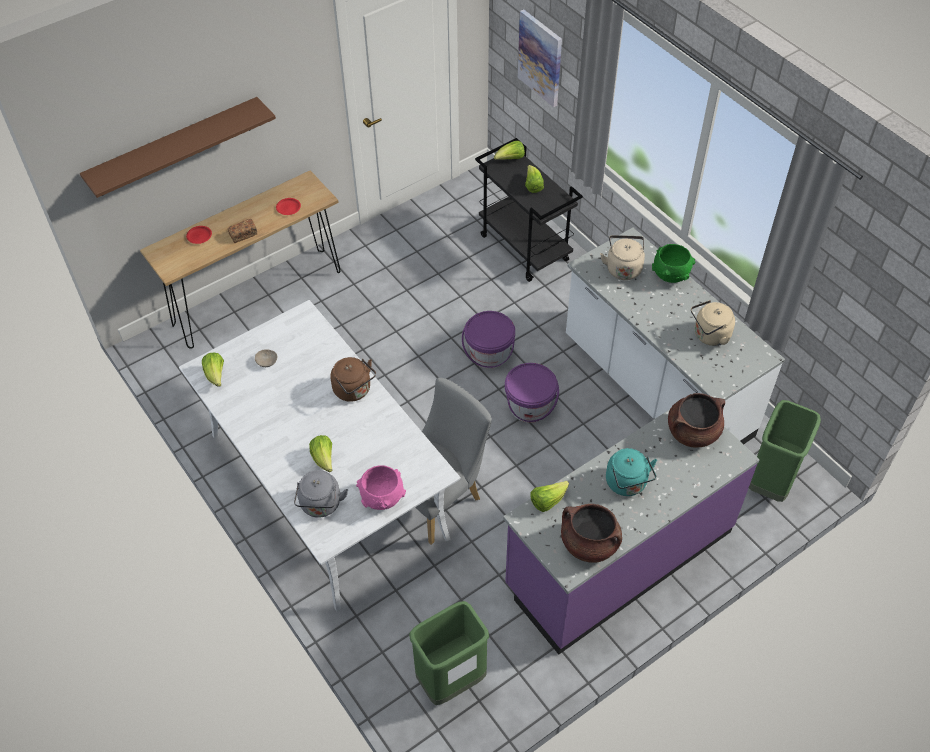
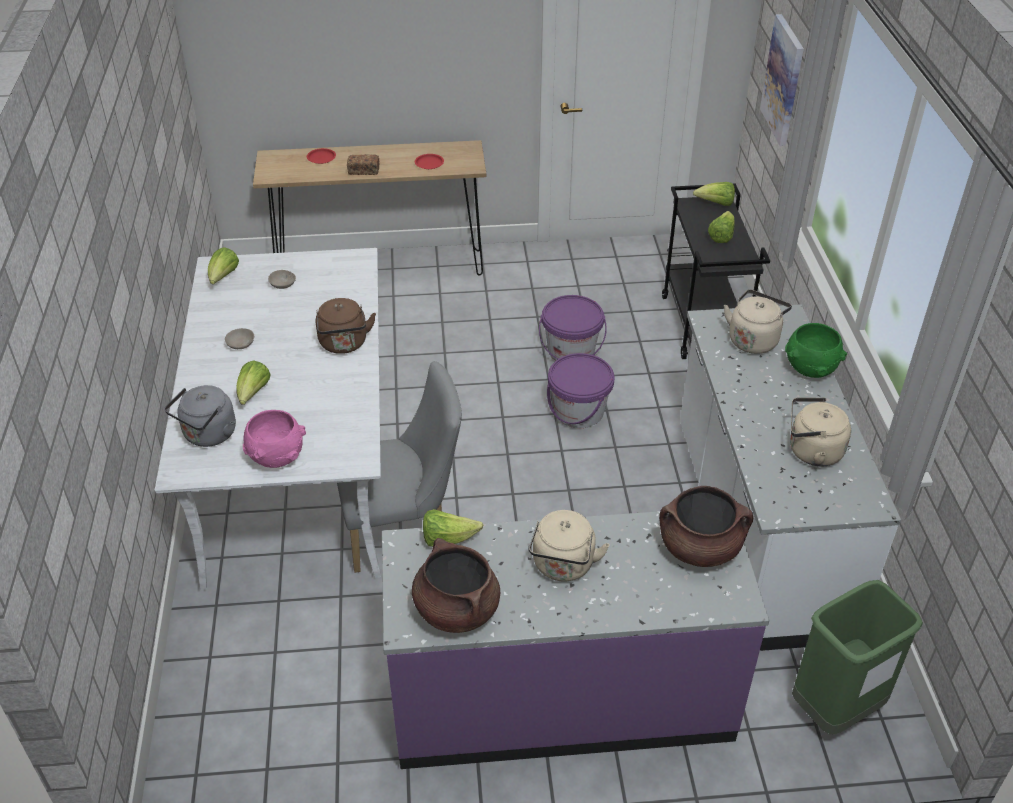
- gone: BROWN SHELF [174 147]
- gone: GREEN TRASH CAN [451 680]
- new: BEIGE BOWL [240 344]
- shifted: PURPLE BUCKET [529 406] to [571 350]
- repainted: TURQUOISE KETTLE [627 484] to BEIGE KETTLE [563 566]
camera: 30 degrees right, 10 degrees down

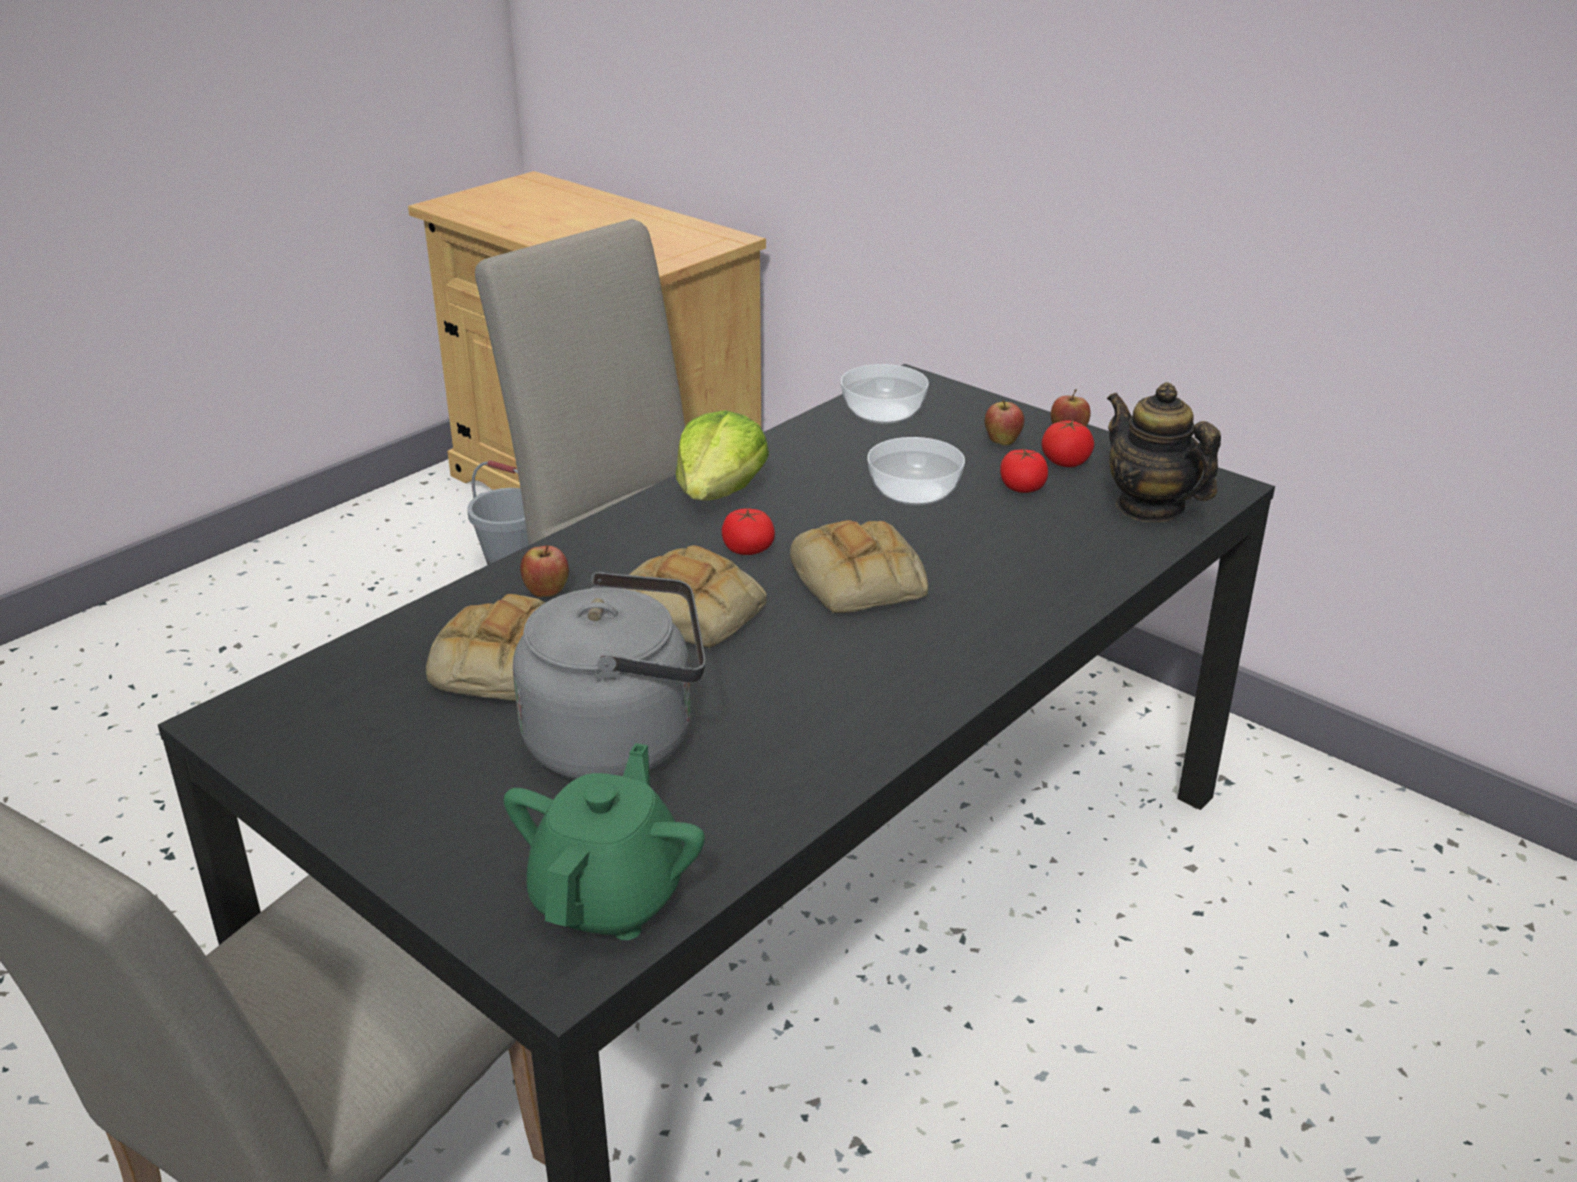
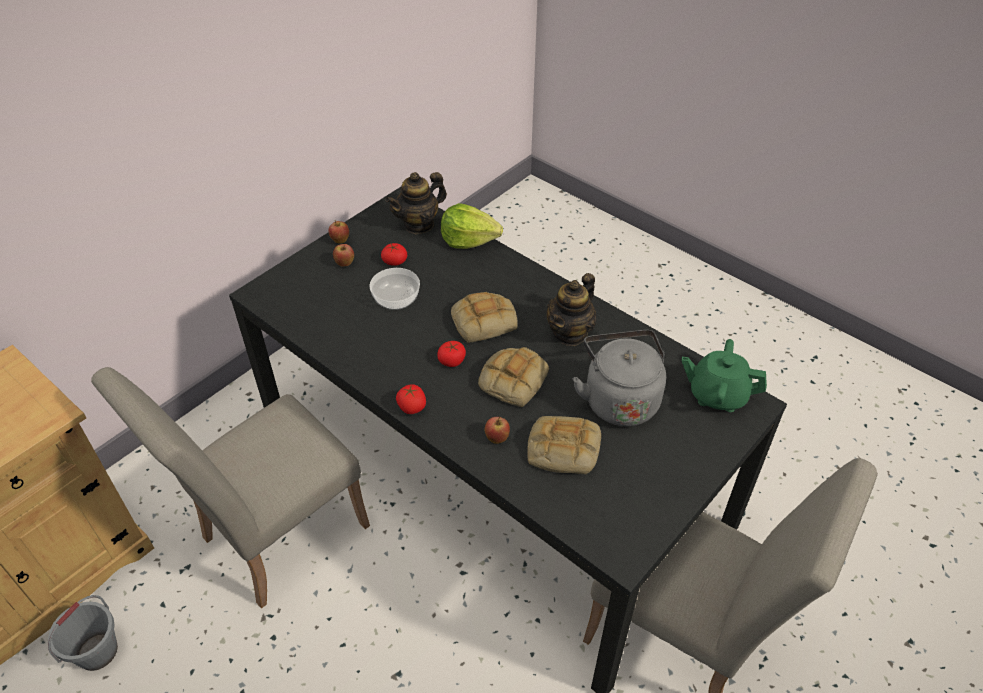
- gone: BOWL [883 412]
- new: TEAPOT [570 333]
- shifted: LETTUCE [719 492] to [468 239]
- shifted: TOMATO [1065 462] to [412 407]
camera: 90 degrees left, 15 degrees up

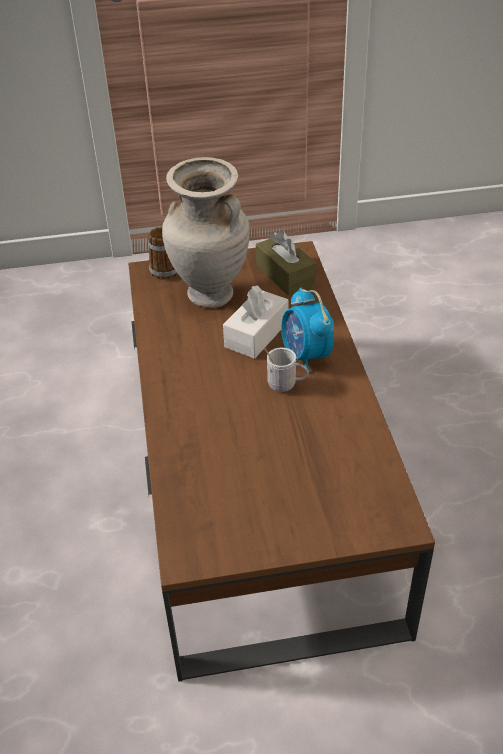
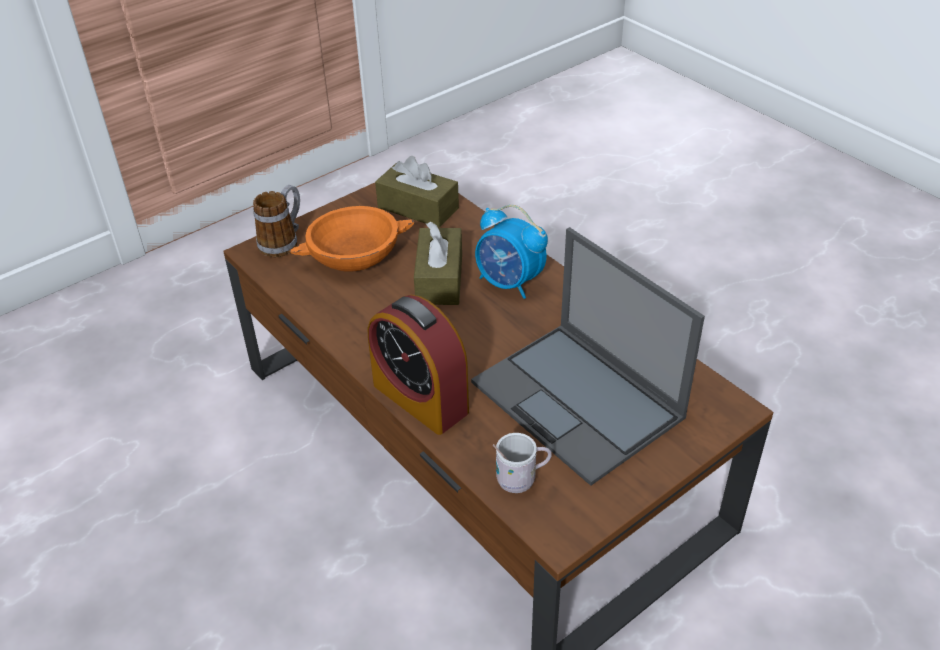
- new: ALARM CLOCK [420 398]
- new: LAPTOP [579 401]
- shifted: WHITE MUG [286 385] to [521 479]
- swapped: BEIGE VASE [210 297] to ORANGE BOWL [354 257]
- repainted: WHITE TISSUE BOX [256 334] to BROWN TISSUE BOX [439 279]
camera: 30 degrees left, 0 degrees up

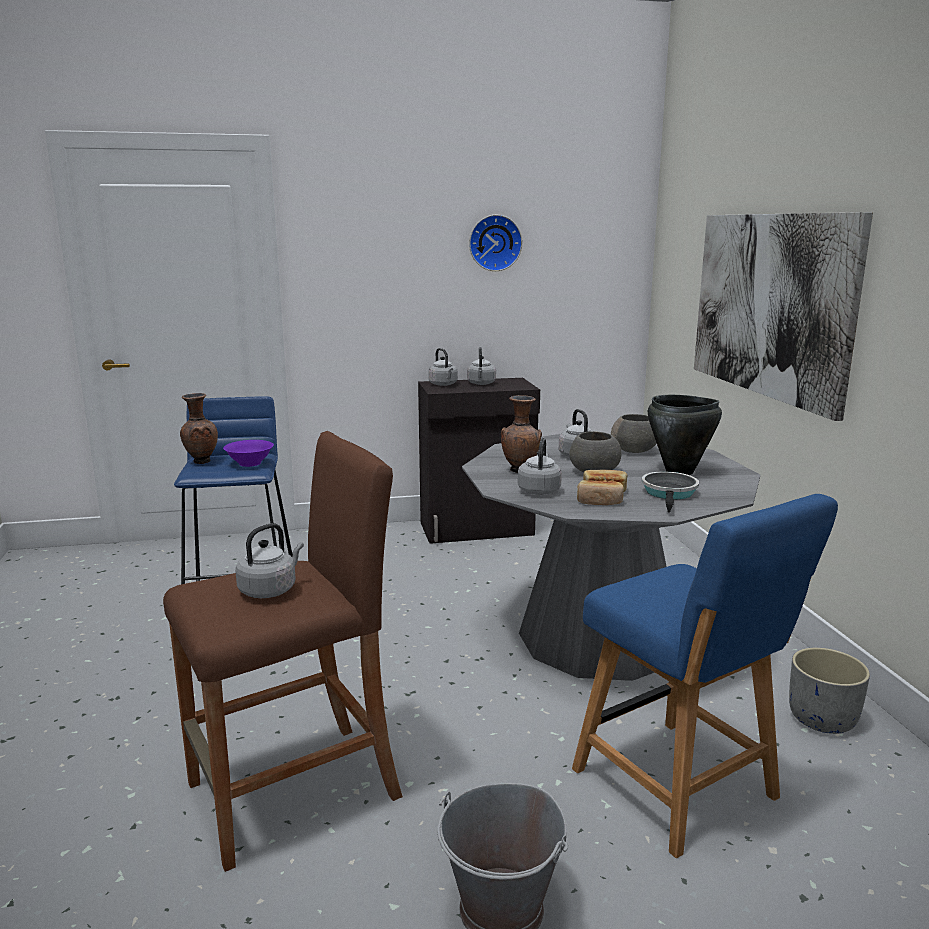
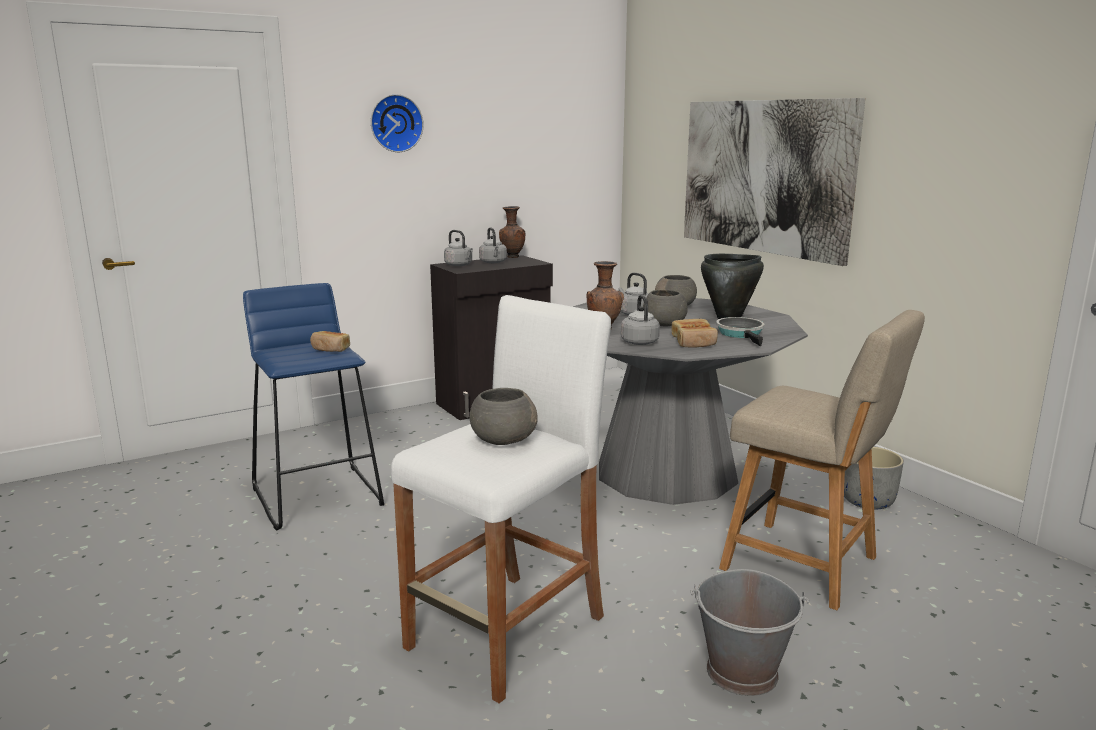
- shifted: BROWN VASE [201 462] to [512 257]
- shifted: WALL CLOCK [494 243] to [395 123]
- swapped: PURPLE BOWL [249 463] to BREAD [330 349]
- swapped: GREY KETTLE [270 590] to GREY BOWL [502 440]
- repainted: BROWN STOOL [294 792] to WHITE STOOL [507 633]
- repainted: BLUE CHAIR [681 789] to BEIGE CHAIR [807 565]
camera: 20 degrees left, 0 degrees up

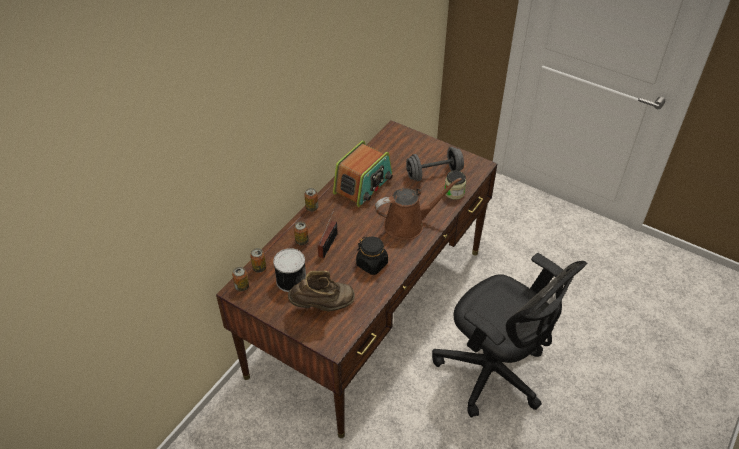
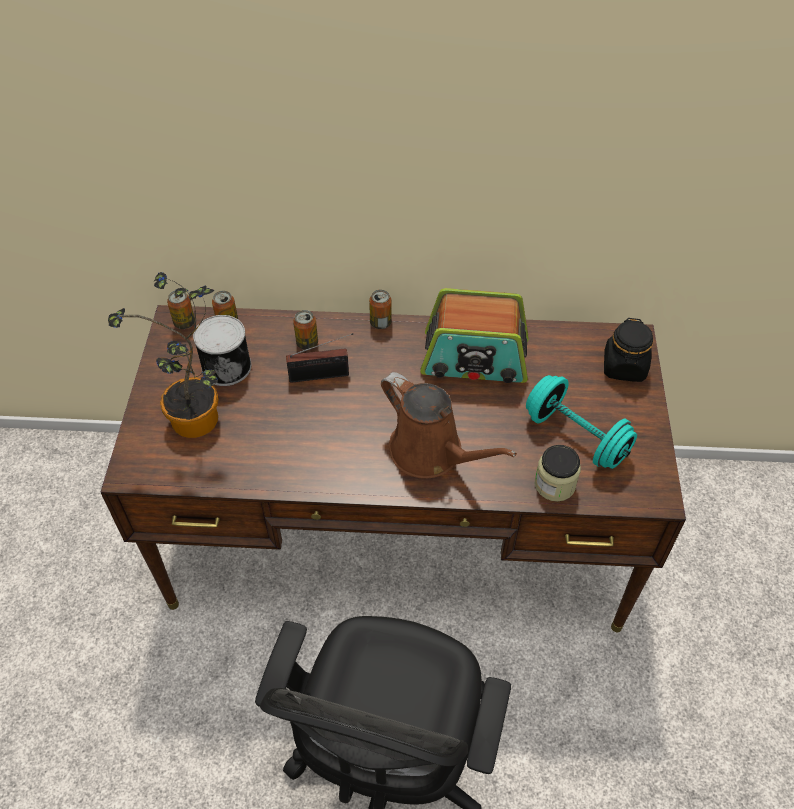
- shifted: BLACK JAR [372 264] to [624 367]
- swapped: BROWN BOOT [323 306] to POTTED PLANT [198 425]
- repainted: GREY DUMBBELL [434 174] to TURQUOISE DUMBBELL [576 437]
camera: 60 degrees right, 5 degrees up

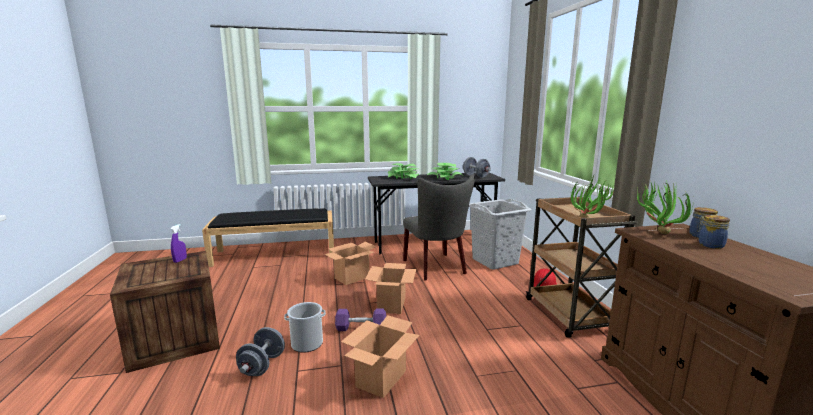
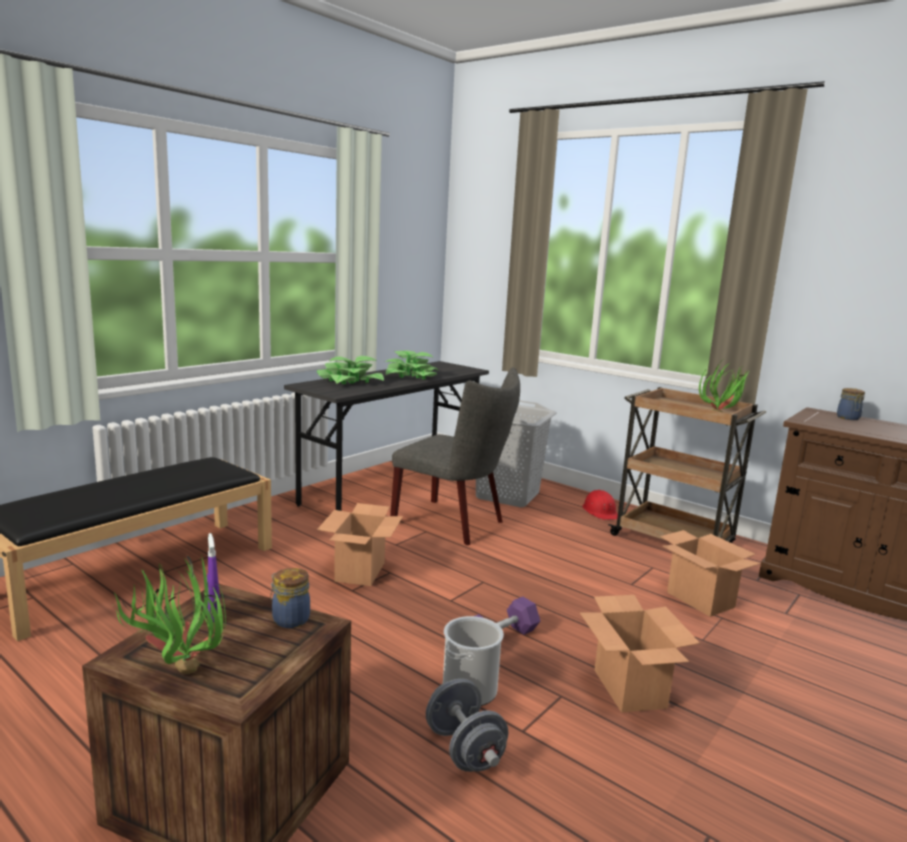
- gone: GREY DUMBBELL [475 176]
- shifted: CARDBOARD BOX [391 304] to [699 599]
- shifted: POTTED PLANT [657 232] to [177 669]
- shifted: JAR [709 245] to [289 619]
camera: 40 degrees left, 0 degrees up

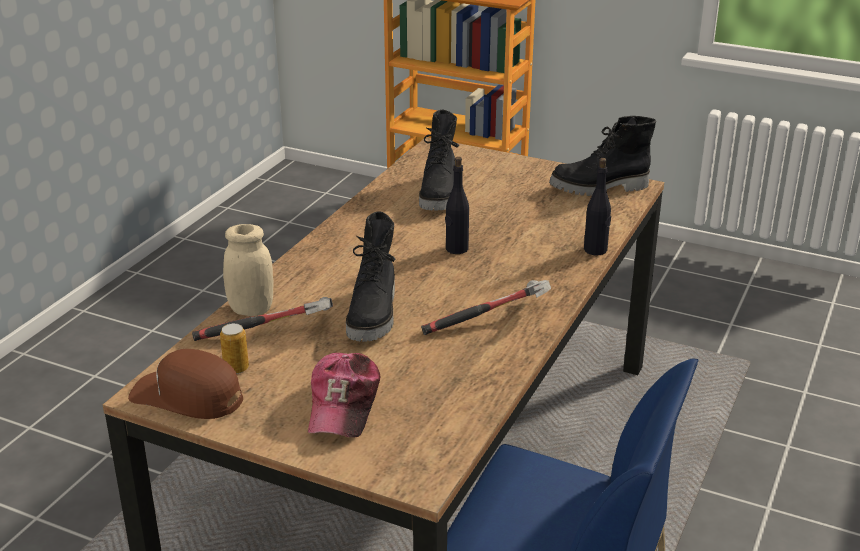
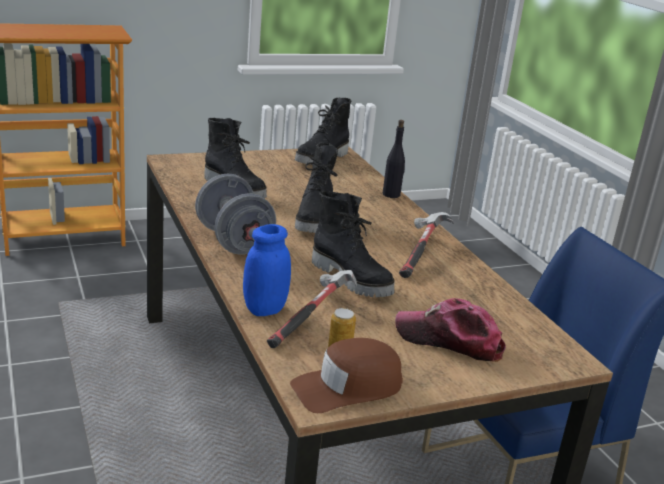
- new: GREY DUMBBELL [233 241]
- swapped: BLACK BOTTLE [456 249] to BLACK BOOT [316 220]
- repainted: BEIGE JAR [251 309] to BLUE JAR [265 309]
- rotated: CAP [344 405] = [449 340] 150 degrees clockwise
camera: 50 degrees left, 5 degrees down

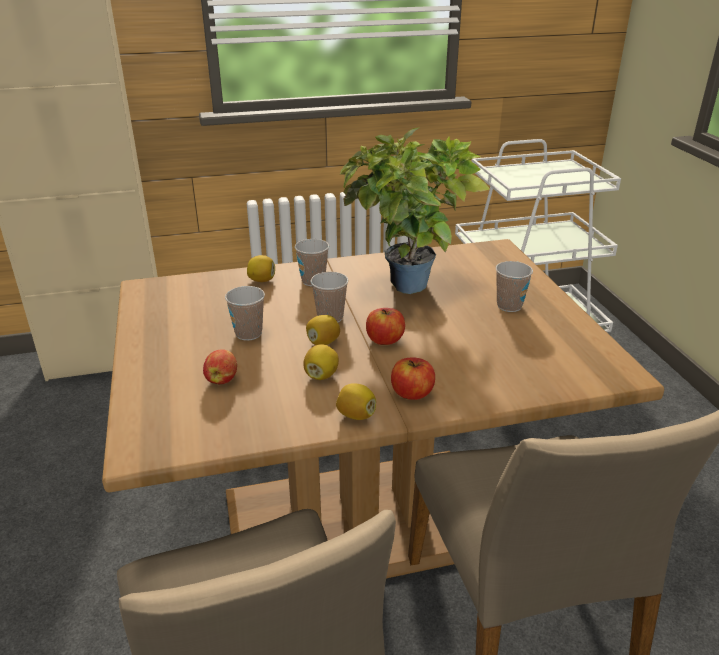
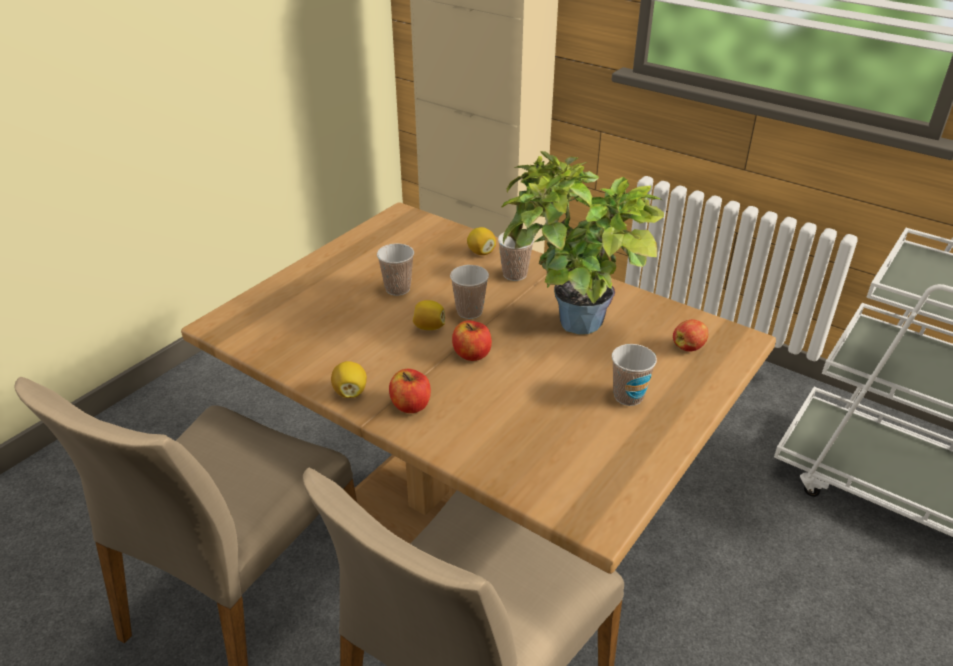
- gone: LEMON [321 375]
- shifted: APPLE [222 379] to [689 347]
camera: 50 degrees right, 5 degrees up

